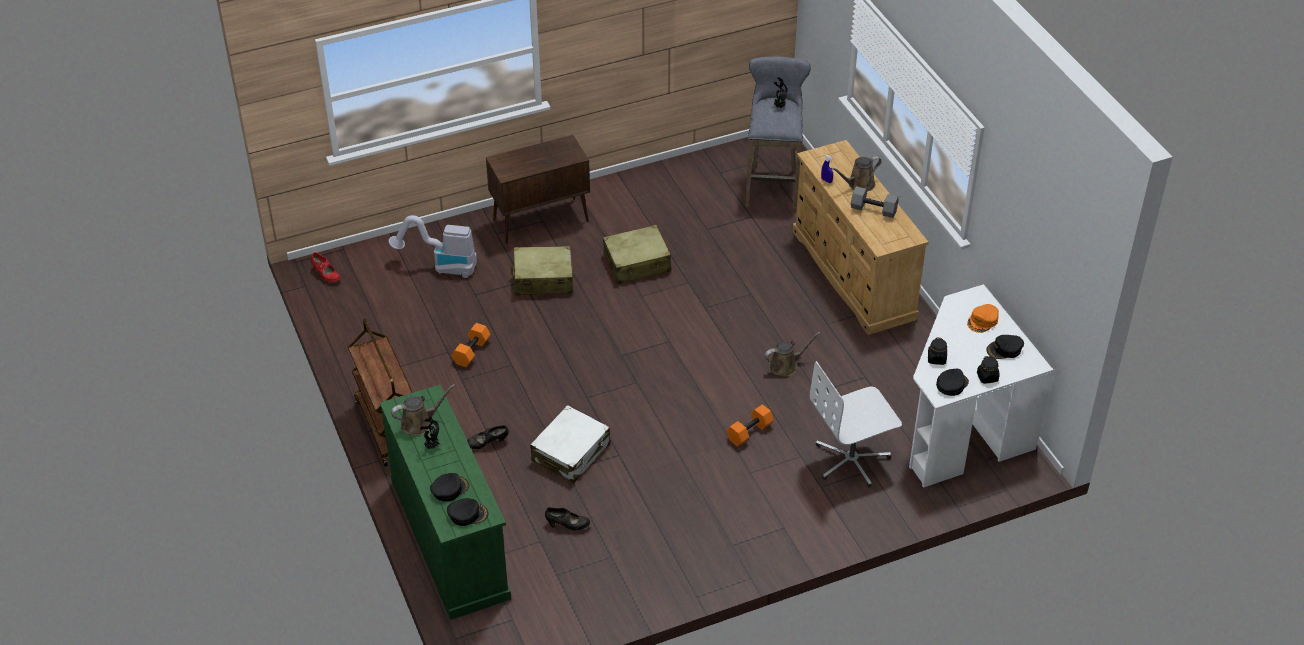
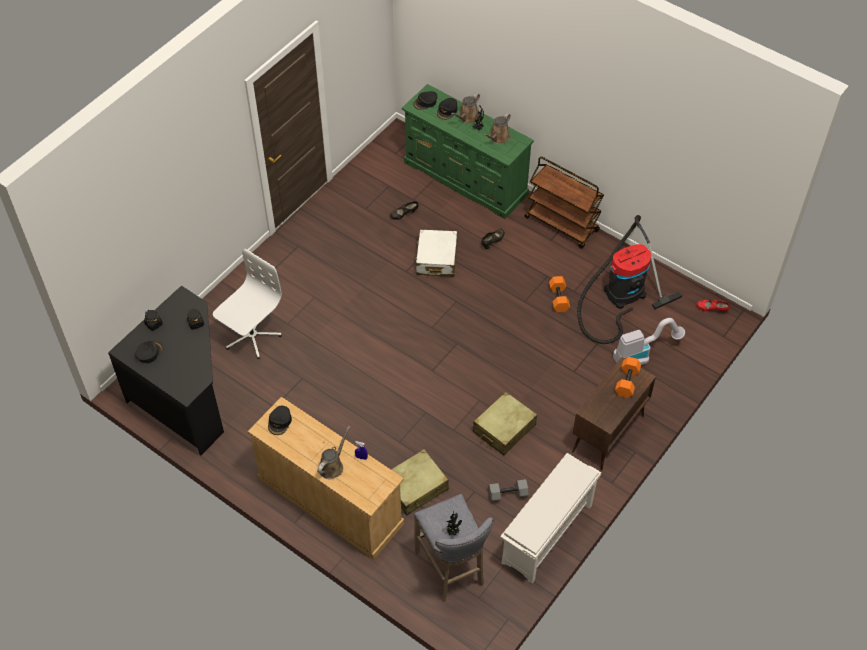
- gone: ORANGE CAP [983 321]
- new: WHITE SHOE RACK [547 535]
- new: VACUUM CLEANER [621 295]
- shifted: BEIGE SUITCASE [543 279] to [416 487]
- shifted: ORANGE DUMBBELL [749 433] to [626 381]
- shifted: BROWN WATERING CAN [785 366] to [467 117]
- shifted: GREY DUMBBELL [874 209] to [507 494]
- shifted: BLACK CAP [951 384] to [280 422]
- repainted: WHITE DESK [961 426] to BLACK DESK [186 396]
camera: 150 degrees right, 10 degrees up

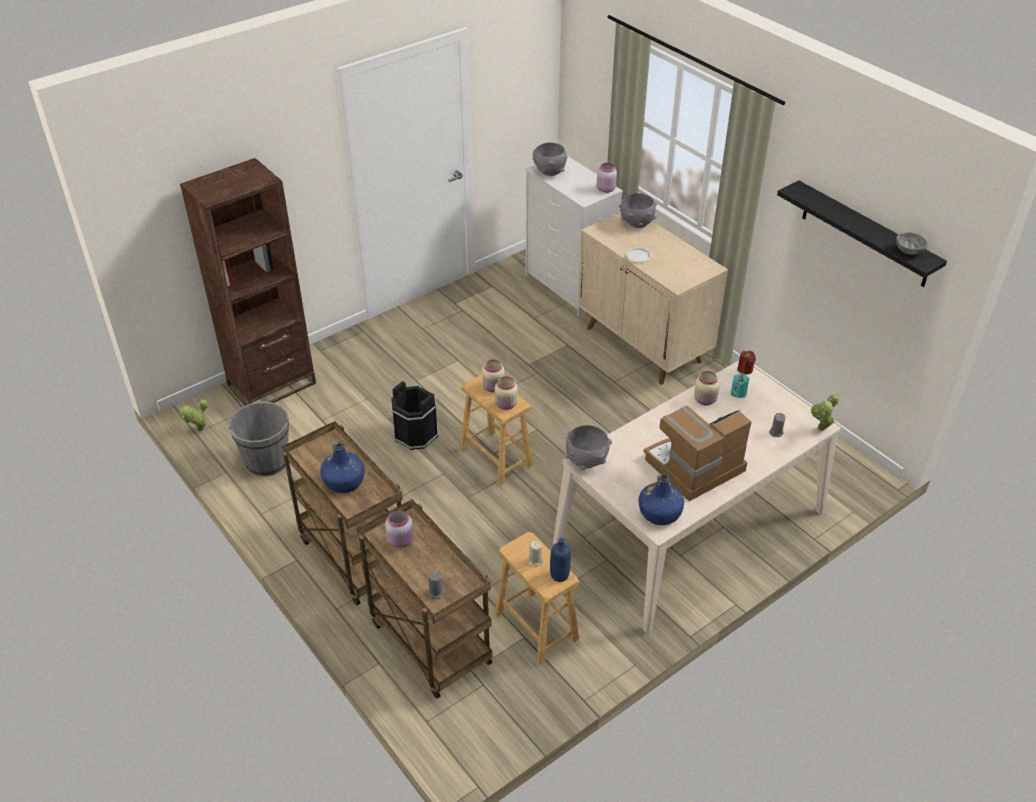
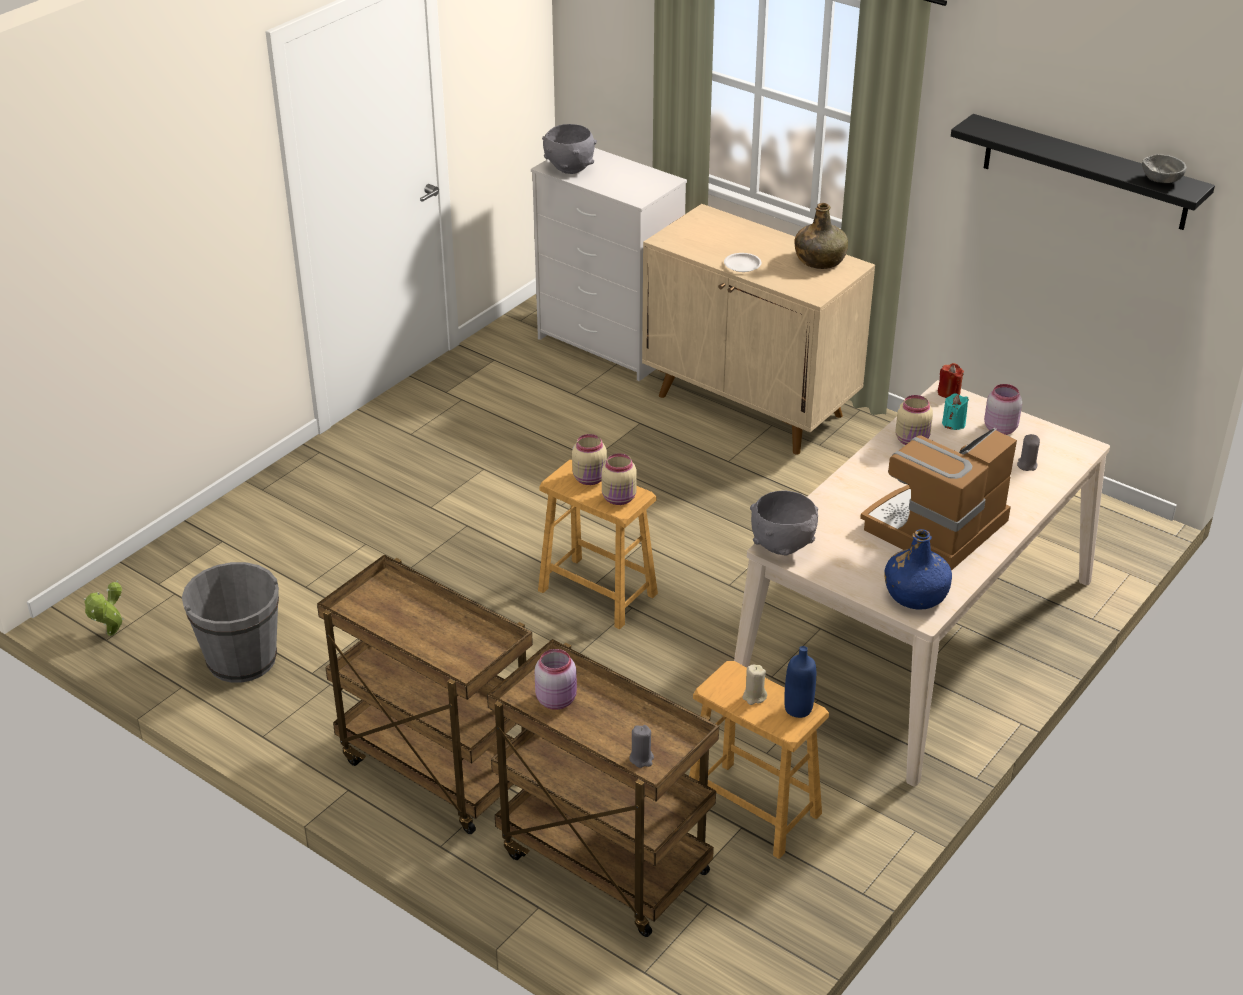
- gone: BROWN BOOKCASE [272 385]
- gone: BLUE BOTTLE [344 481]
- gone: BLACK BUCKET [415 434]
- gone: GREY BOWL [636 224]
- gone: POTTED PLANT [820 430]
- new: GREEN BOTTLE [820 260]
- shifted: PINK JAR [605 189] to [999 428]
camera: 15 degrees left, 5 degrees down

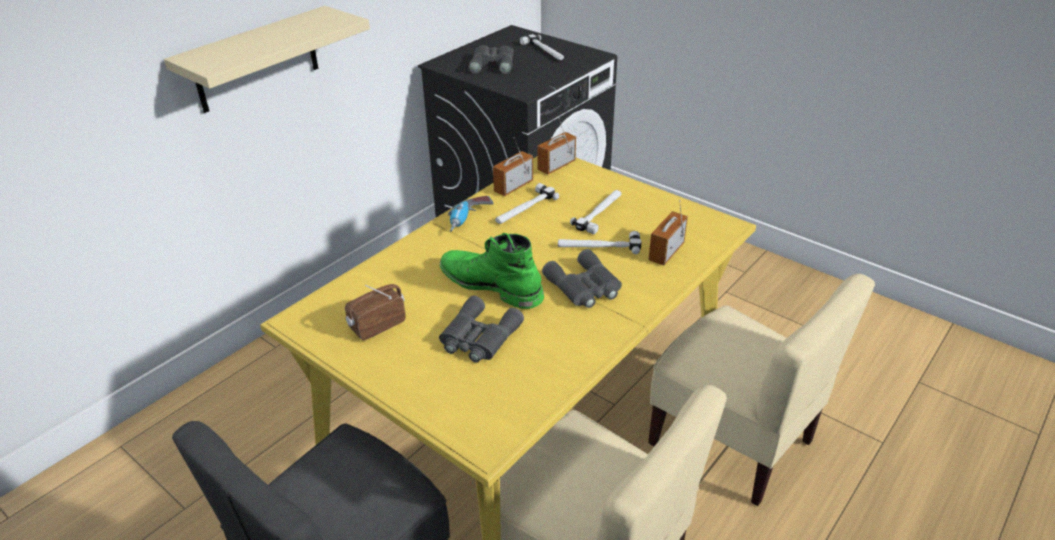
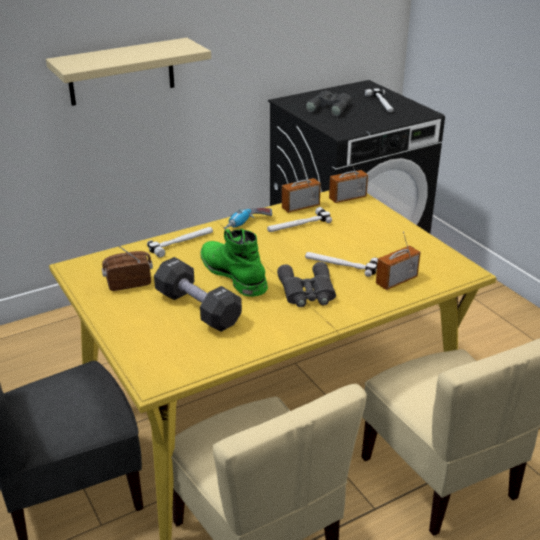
- shifted: HAMMER [600 213] to [182 243]
- swapped: GREY BINOCULARS [478 338] to BLACK DUMBBELL [198 308]
camera: 20 degrees right, 5 degrees down

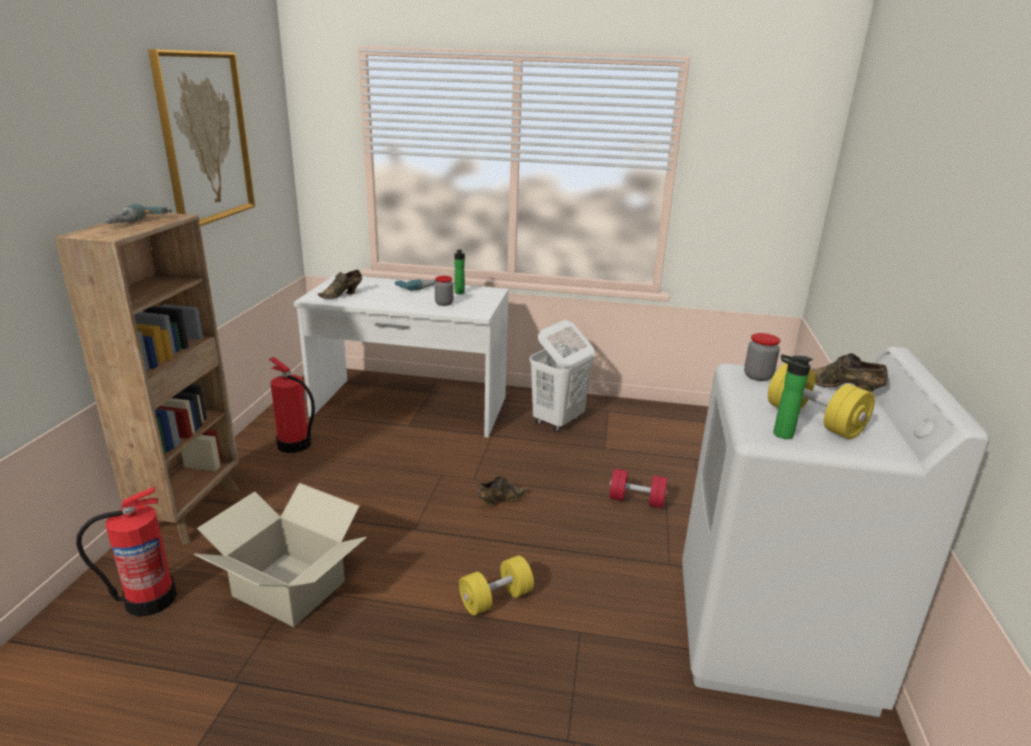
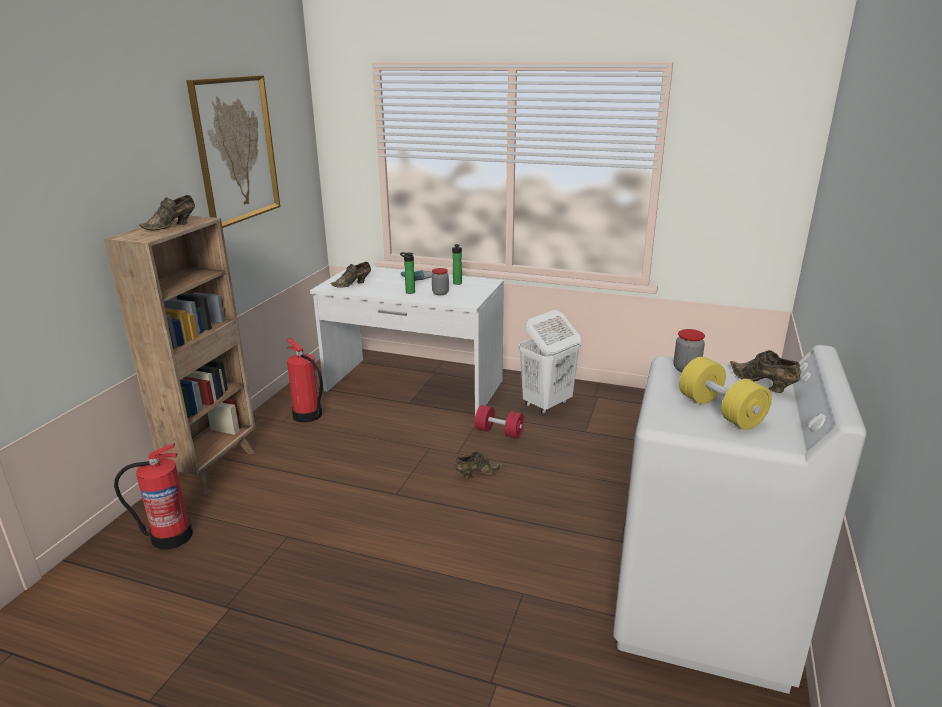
- gone: CARDBOARD BOX [290 587]
- gone: YELLOW DUMBBELL [496 599]
- shifted: RED DUMBBELL [636 500] to [499 432]
- shifted: BOTTLE [779 434] to [409 292]
- swapped: POWER DRILL [139 223] to BROWN SHOE [172 226]
camera: 10 degrees right, 0 degrees up

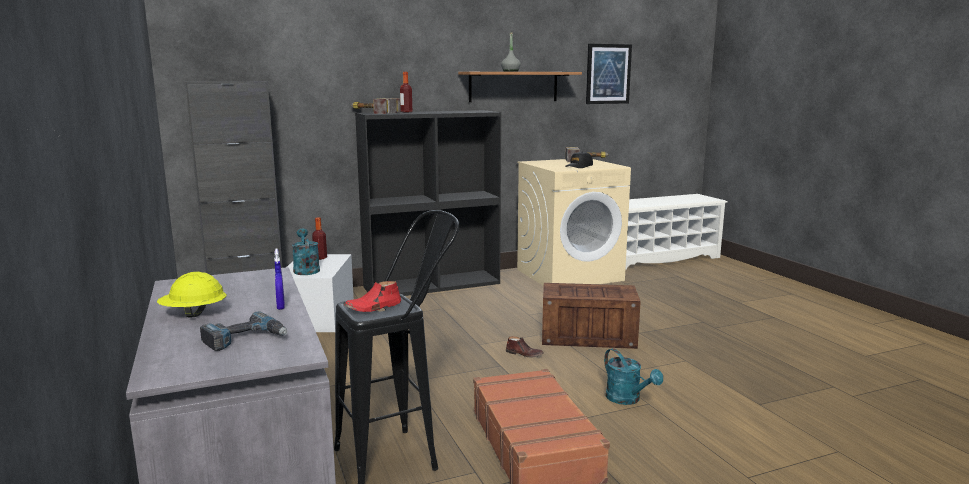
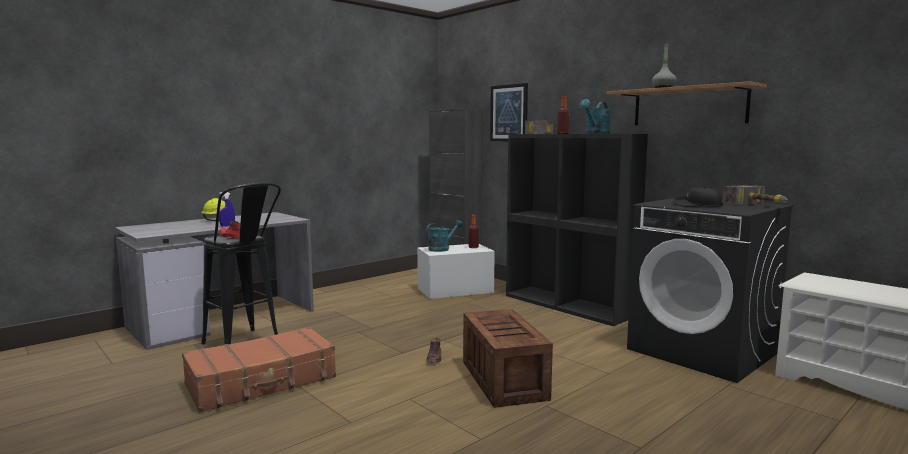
- gone: POWER DRILL [245 339]
- shifted: PICTURE [608 74] to [509 113]
- shifted: TURQUOISE WATERING CAN [627 399] to [596 133]
- repainted: BEIGE WASHING MACHINE [569 275] to BLACK WASHING MACHINE [702 351]
camera: 70 degrees right, 5 degrees down

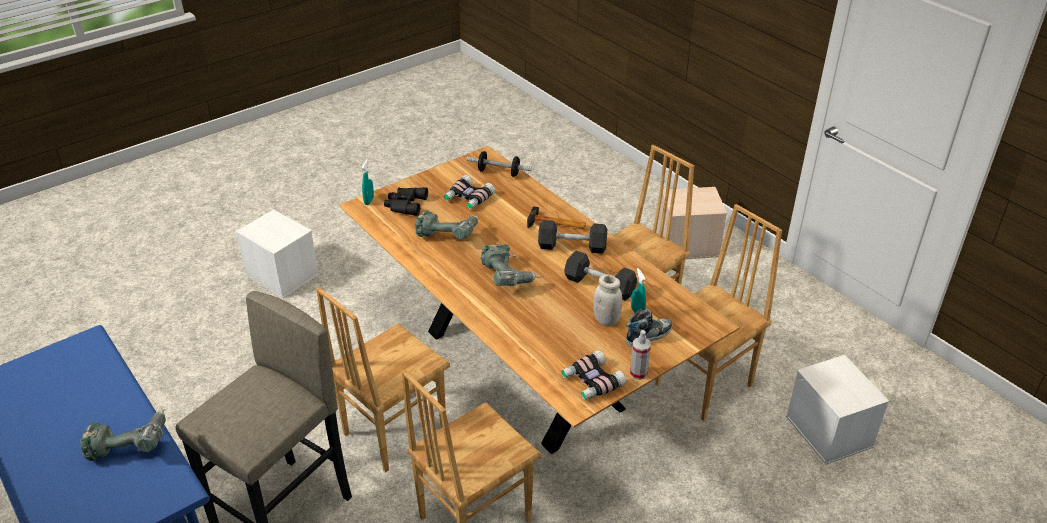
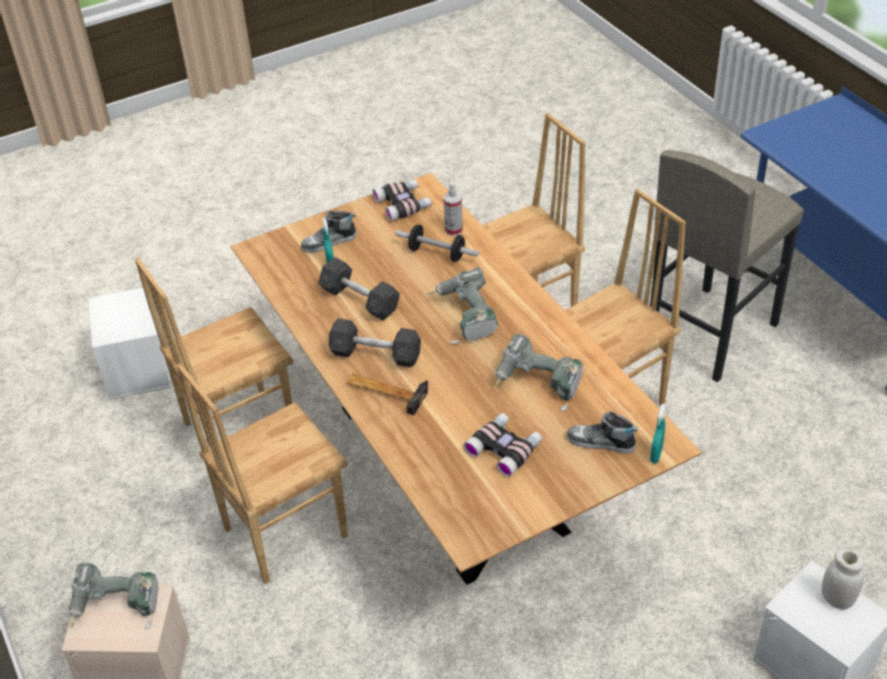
- shifted: POWER DRILL [130 444] to [116 608]
- shifted: DUMBBELL [499 172] to [437 253]
- shifted: WHITE JAR [606 320] to [837 599]
- shifted: SPRAY BOTTLE [638 373] to [453 230]
- swapped: BLACK BINOCULARS [405 205] to SHOE [600 443]
camera: 170 degrees left, 5 degrees up

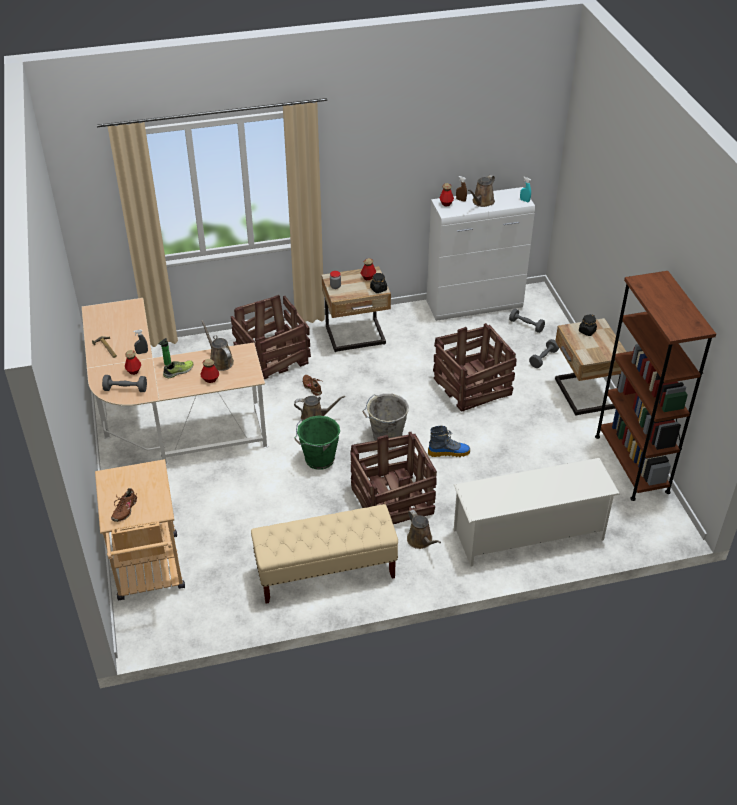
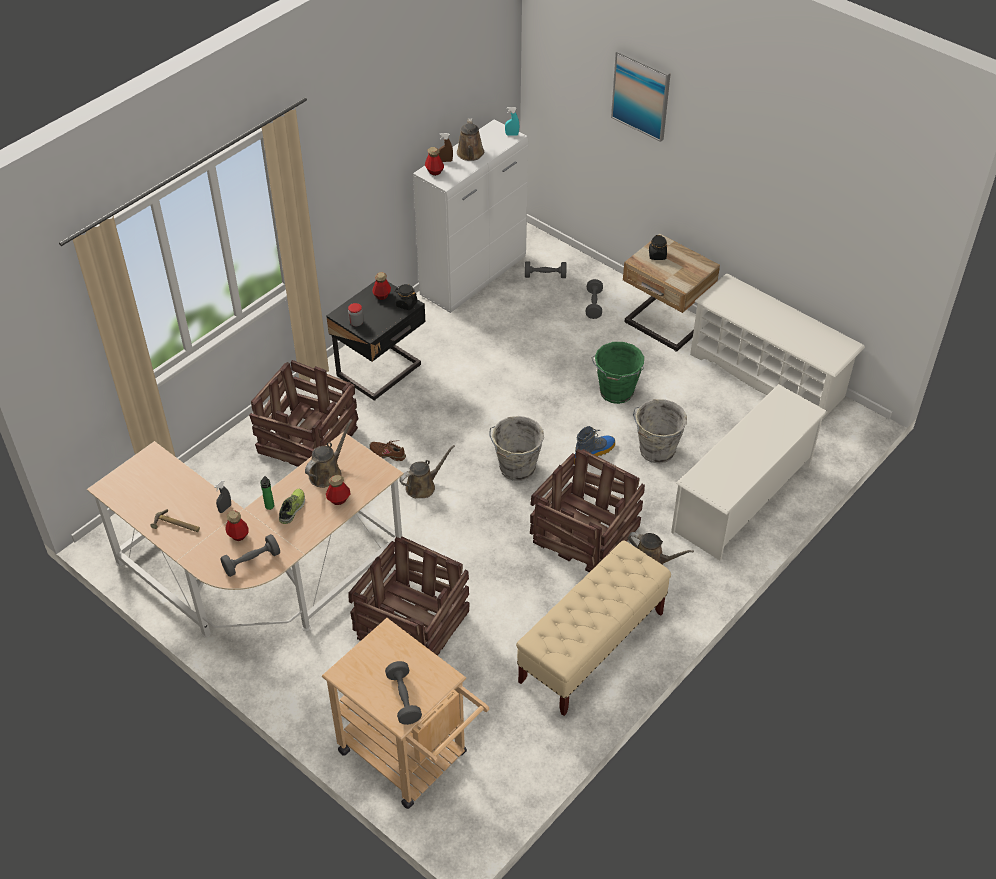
- new: PICTURE [641 94]
- new: GREY BUCKET [656 451]
- shifted: GREEN BUCKET [318 459] to [616 393]
- shifted: CRATE [472 387] to [413 625]
- swapped: BROWN SHOE [124 510] to GREY DUMBBELL [403 698]
- swapped: BROWN BOOKCASE [631 463] to WHITE SHOE RACK [768 376]
- repainted: BEIGE NIGHTSTAND [356 337] to BLACK NIGHTSTAND [381 372]
- rotated: BROWN WATERING CAN [220 361] = [327 473] 105 degrees clockwise
camera: 35 degrees left, 5 degrees up

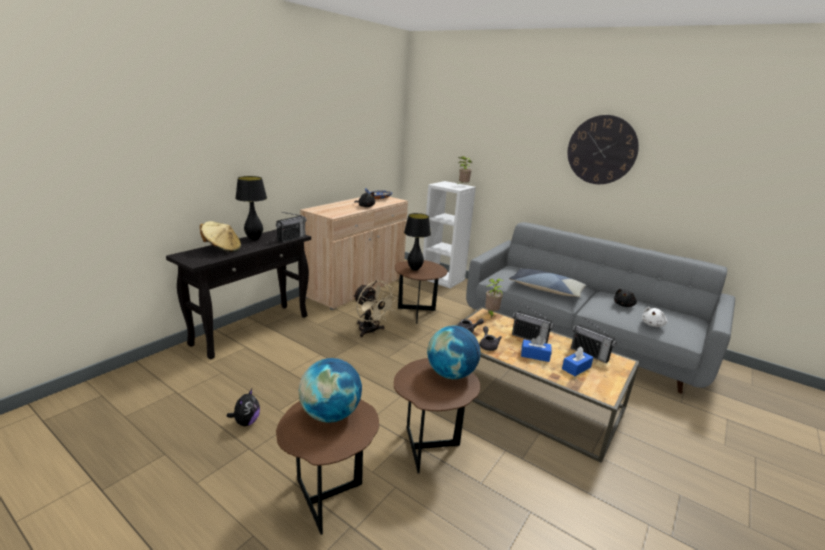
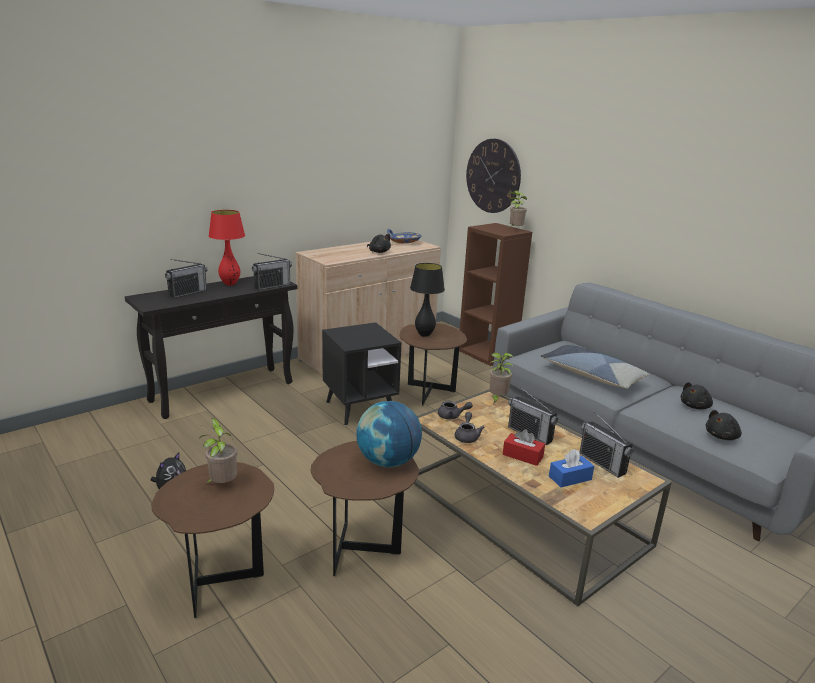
- shifted: WALL CLOCK [601 150] to [493 176]
- swapped: BEIGE HAT [222 249] to RADIO [188 293]
- swapped: GLOBE [330 414] to POTTED PLANT [222 485]
- swapped: BEIGE FAN [371 331] to BLACK SIDE TABLE [359 409]
- repainted: BLACK TABLE LAMP [254 239] to RED TABLE LAMP [230 284]
- repainted: WHITE BOOKCASE [443 279] to BROWN BOOKCASE [488 353]
- repainted: BLUE TISSUE BOX [535 355] to RED TISSUE BOX [522 456]
- repainted: WHITE PLUSH TOY [652 324] to BLACK PLUSH TOY [722 436]
camera: 15 degrees right, 0 degrees up

